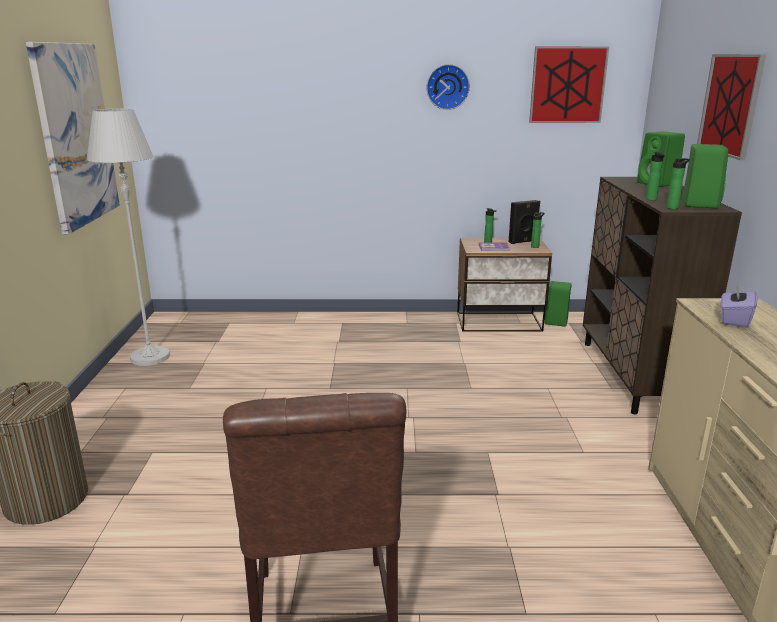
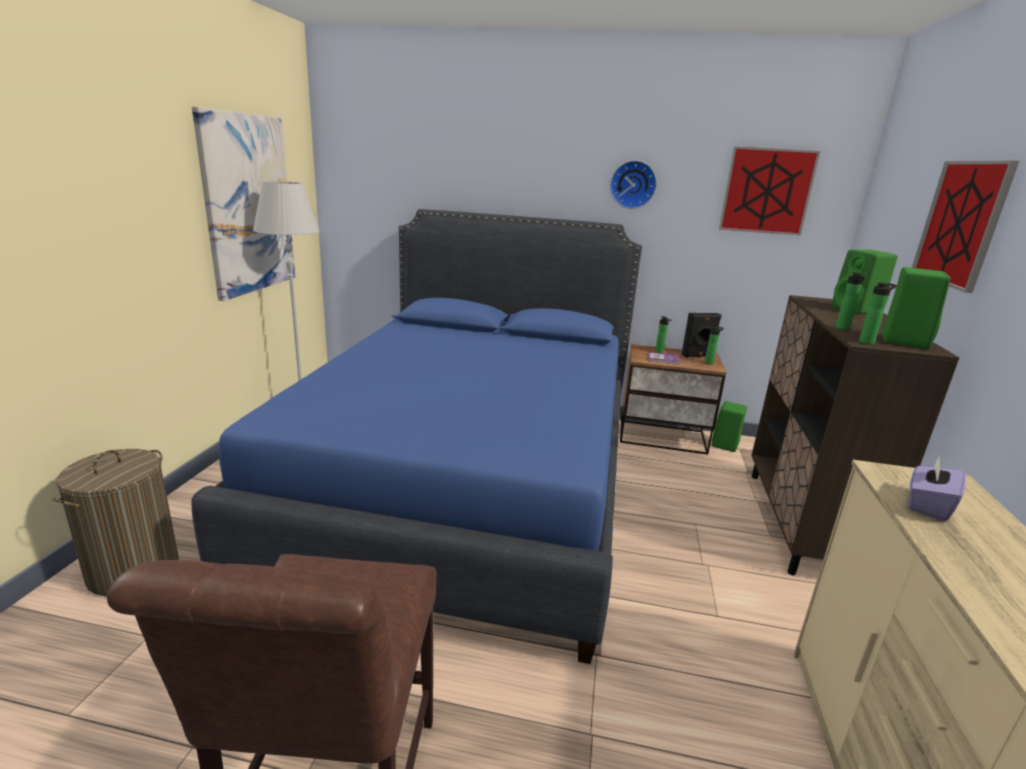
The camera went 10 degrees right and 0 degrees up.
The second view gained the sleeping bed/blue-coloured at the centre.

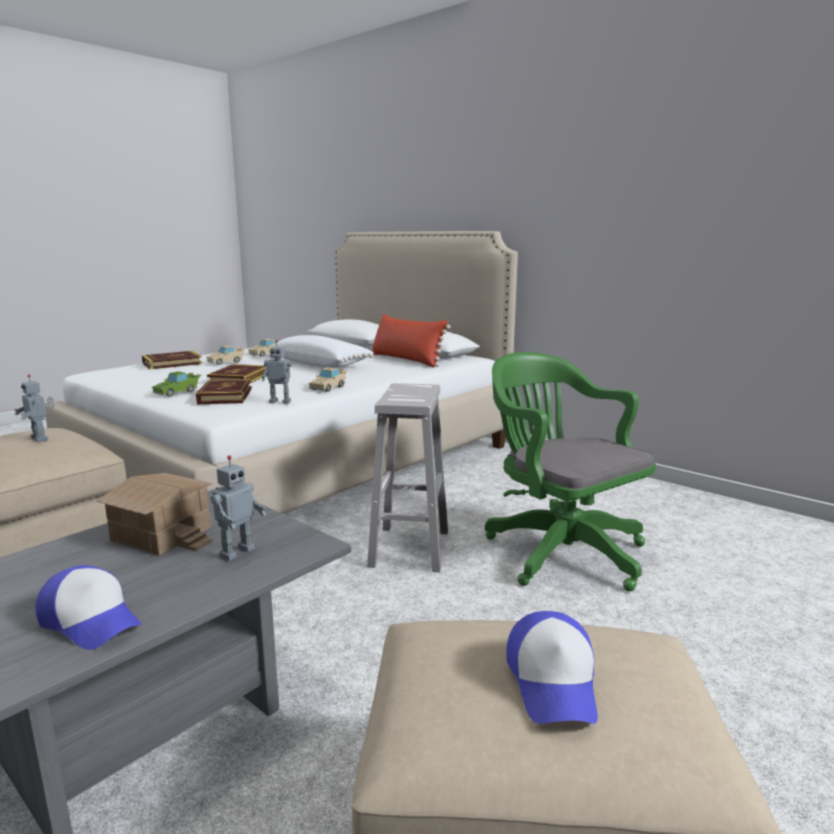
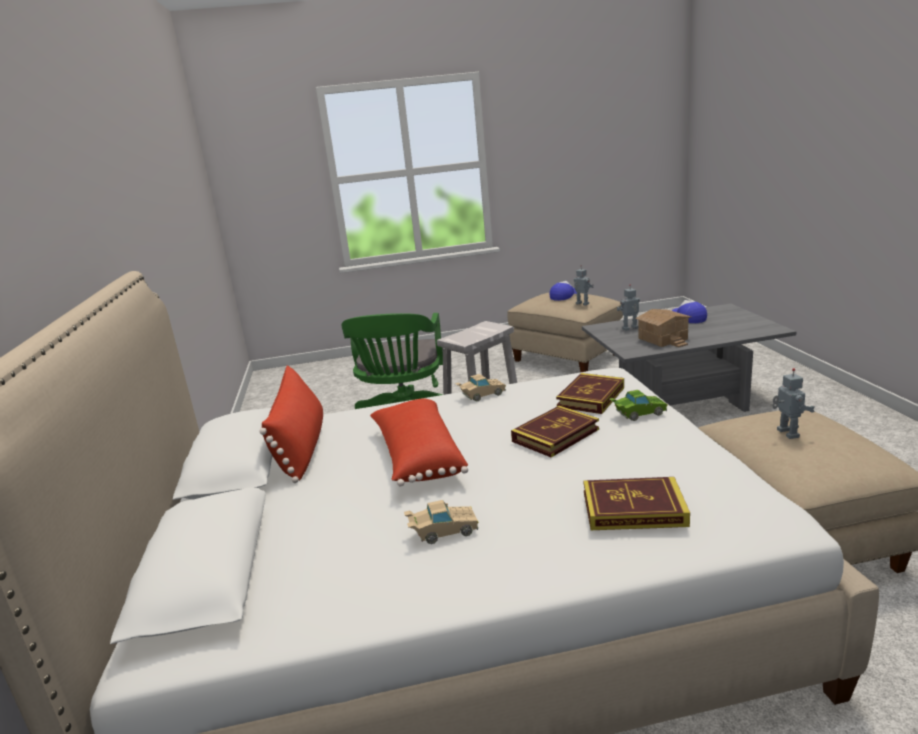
The camera went 140 degrees left and 5 degrees up.
The second view lost the model car/sand-coloured (no. 1 from left) at the middle left.
The robot figure (no. 3 from left in the first image) ended up elsewhere, having gone from the middle left to the centre.
What was the throw pillow/whitish at the centre turned into the throw pillow/red-coloured (no. 2 from left) at the centre.

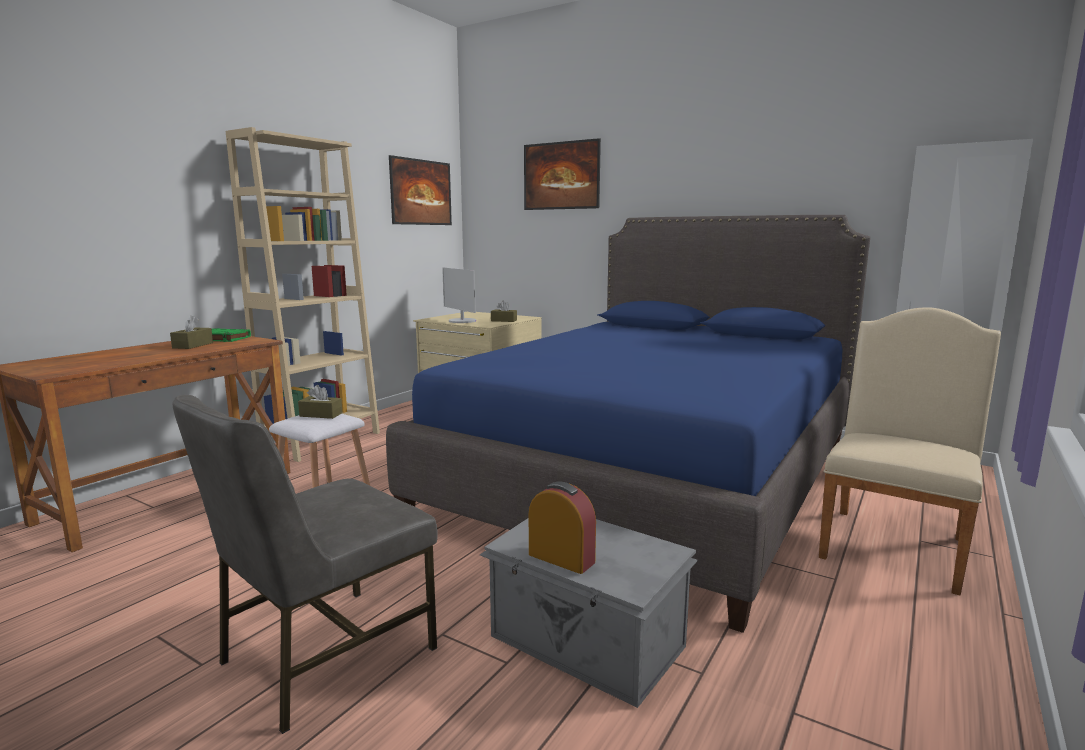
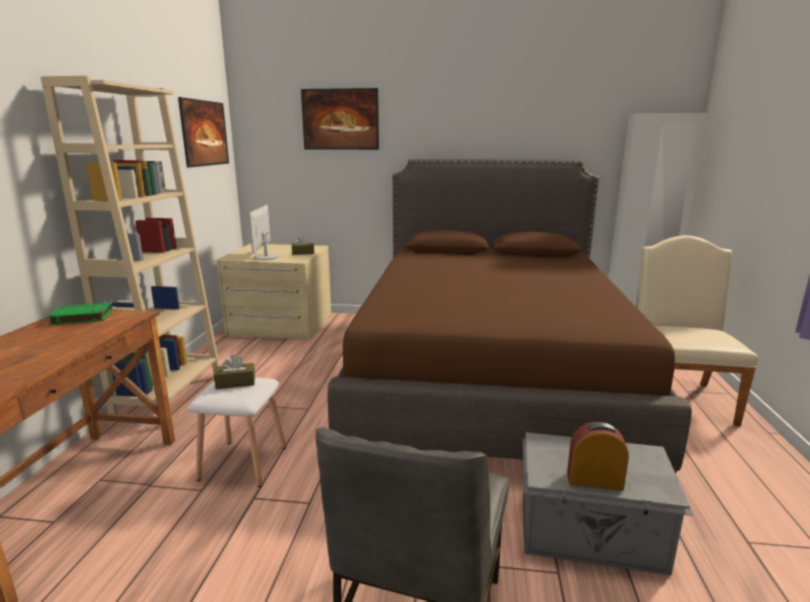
The camera went 25 degrees left and 5 degrees up.
The second view lost the tissue holder/brown (no. 1 from left) at the middle left.
What was the sleeping bed/blue-coloured at the centre turned into the sleeping bed/brown at the centre.
The computer display at the centre ended up facing another way, 60 degrees clockwise from before.

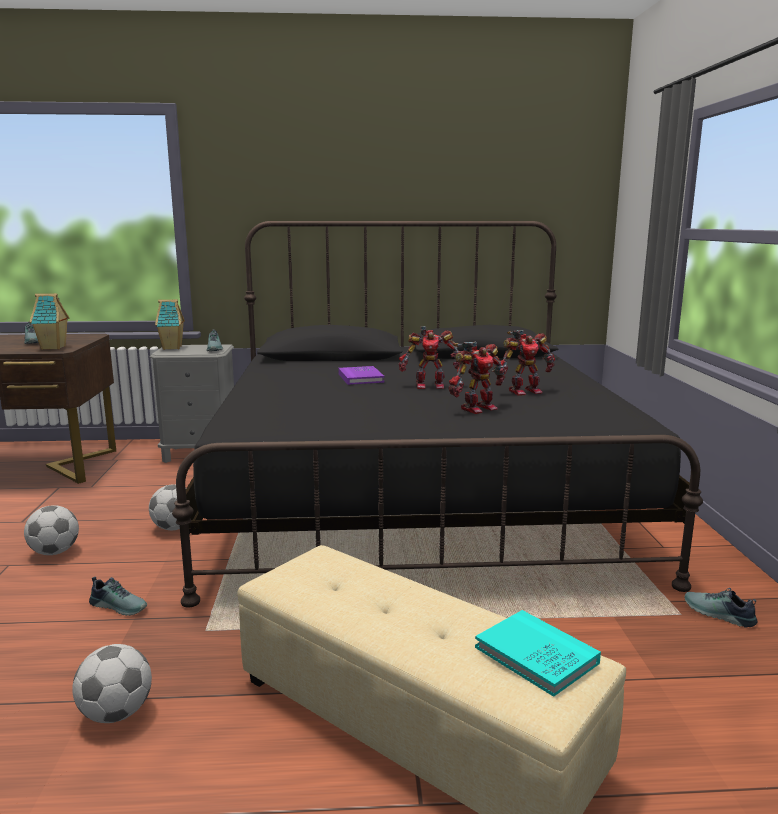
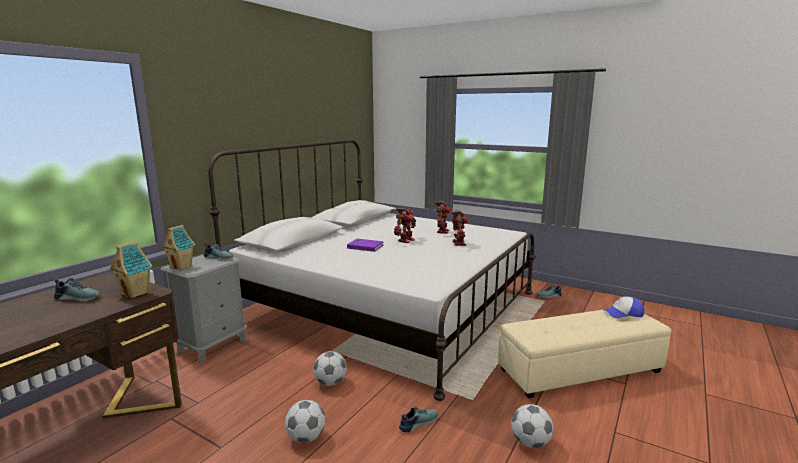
The camera went 55 degrees left and 0 degrees up.
What was the sleeping bed/black-coloured at the centre turned into the sleeping bed/whitish at the centre.
Where the book/blue-green stood at the bottom right, the cap came to stand at the middle right.

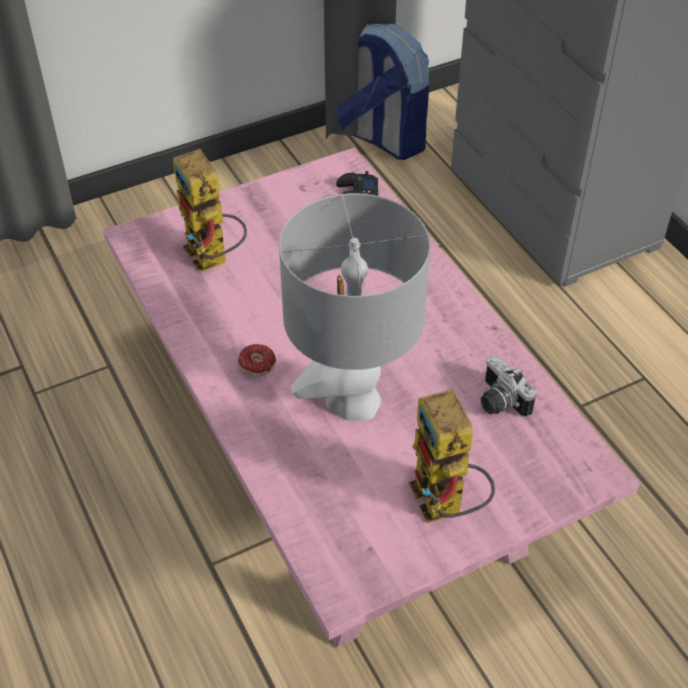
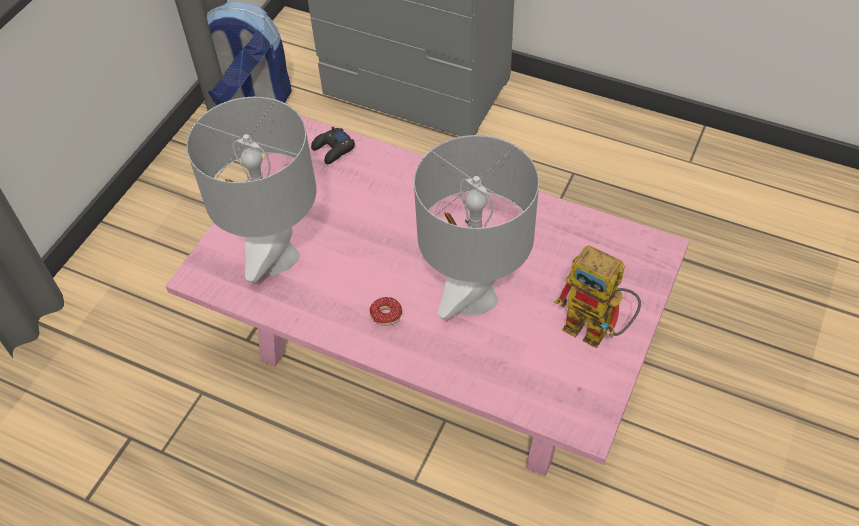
The camera went 35 degrees left and 5 degrees up.
Where the robot figure (no. 1 from left) stood at the top left, the lamp for a table/gray (no. 1 from left) came to stand at the middle left.
The second view lost the photo camera at the middle right.

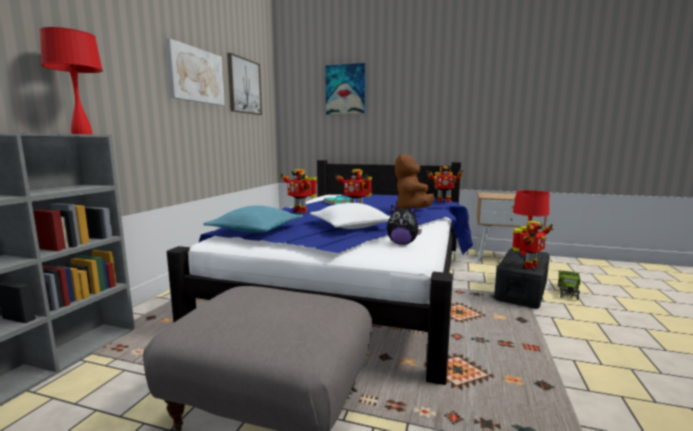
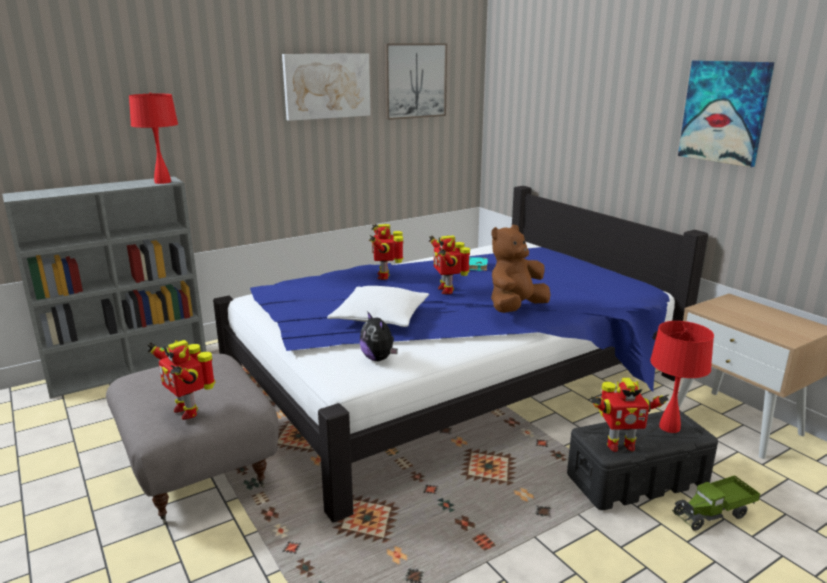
The camera went 40 degrees right and 10 degrees up.
The second view lost the throw pillow/blue-green at the centre.
The picture (no. 3 from left) ended up elsewhere, having gone from the top centre to the top right.
The robot figure (no. 3 from left in the first image) ended up elsewhere, having gone from the centre to the middle left.

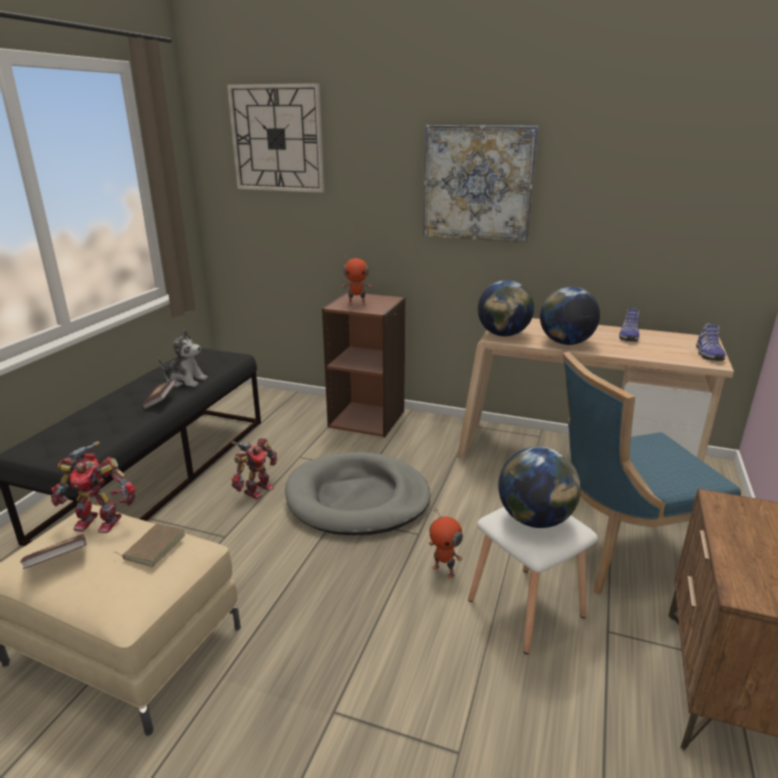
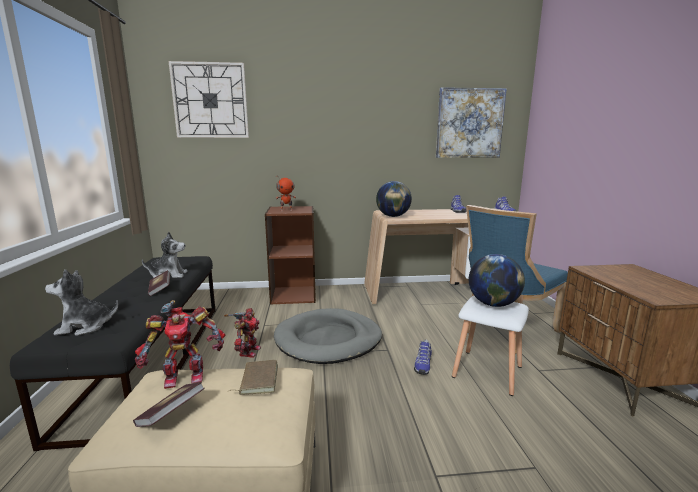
The camera went 25 degrees left and 10 degrees down.
The picture ended up elsewhere, having gone from the top centre to the top right.
Where the robot figure (no. 4 from left) stood at the bottom centre, the low shoe (no. 1 from left) came to stand at the bottom centre.
The second view lost the globe (no. 3 from left) at the middle right.
The second view gained the plush toy (no. 1 from left) at the middle left.

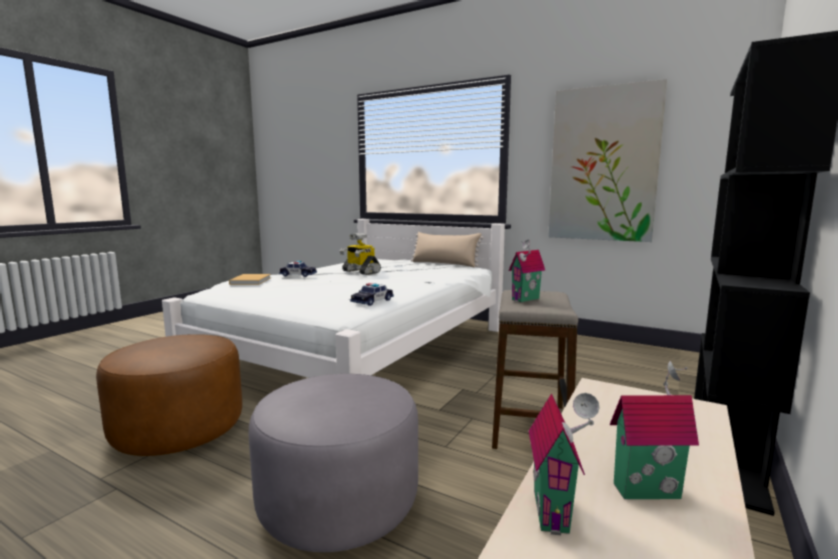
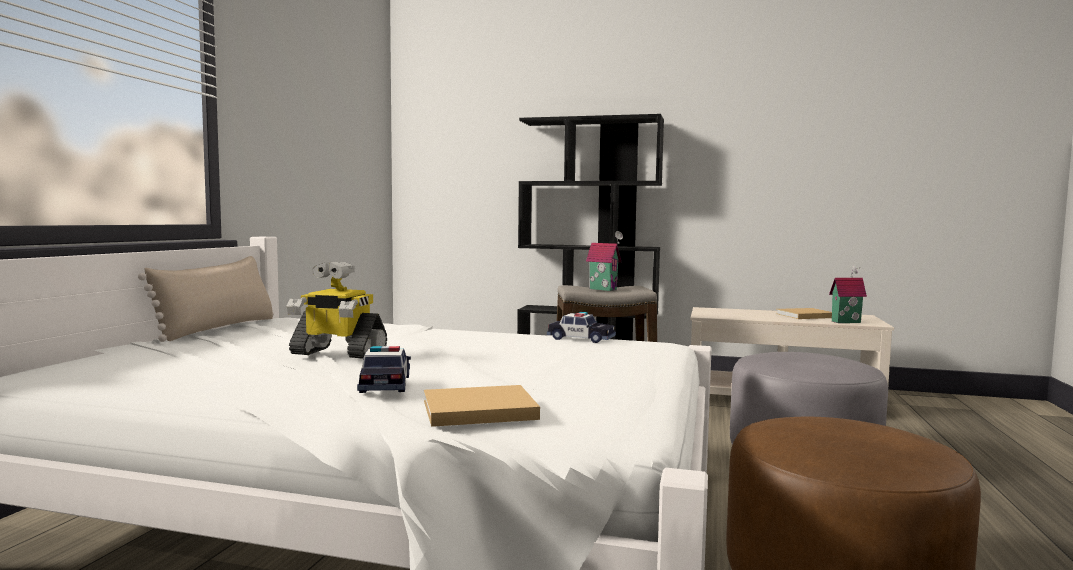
The camera went 105 degrees left and 5 degrees down.
The robot figure at the centre ended up facing another way, 75 degrees clockwise from before.
The second view lost the picture at the top right.
Where the toy house (no. 3 from left) stood at the bottom right, the book/sand-coloured (no. 2 from left) came to stand at the middle right.

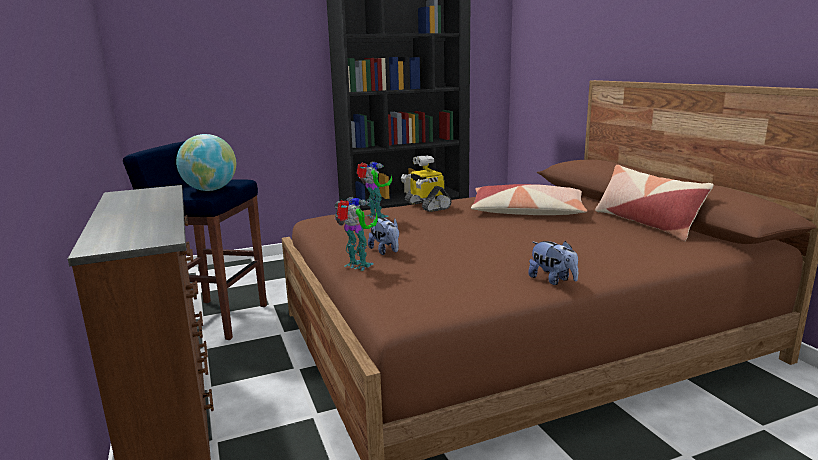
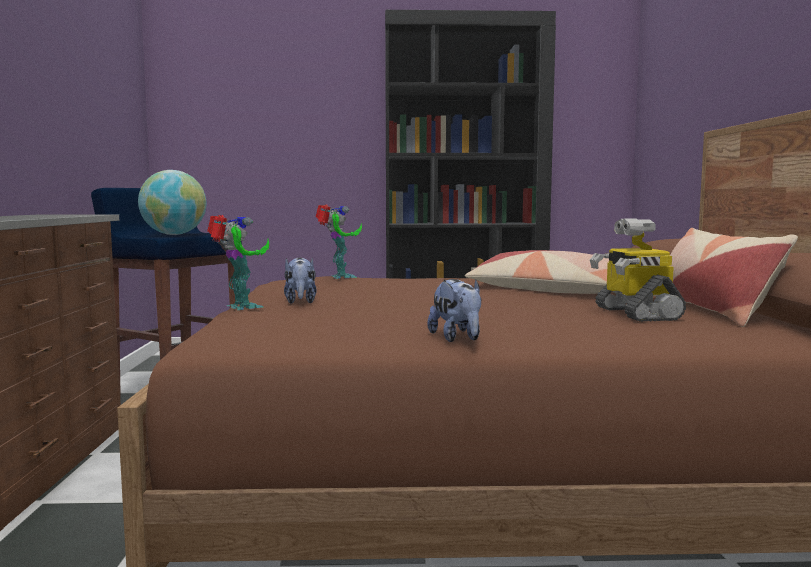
The camera went 20 degrees right and 10 degrees down.
The robot figure (no. 3 from left) ended up elsewhere, having gone from the centre to the middle right.

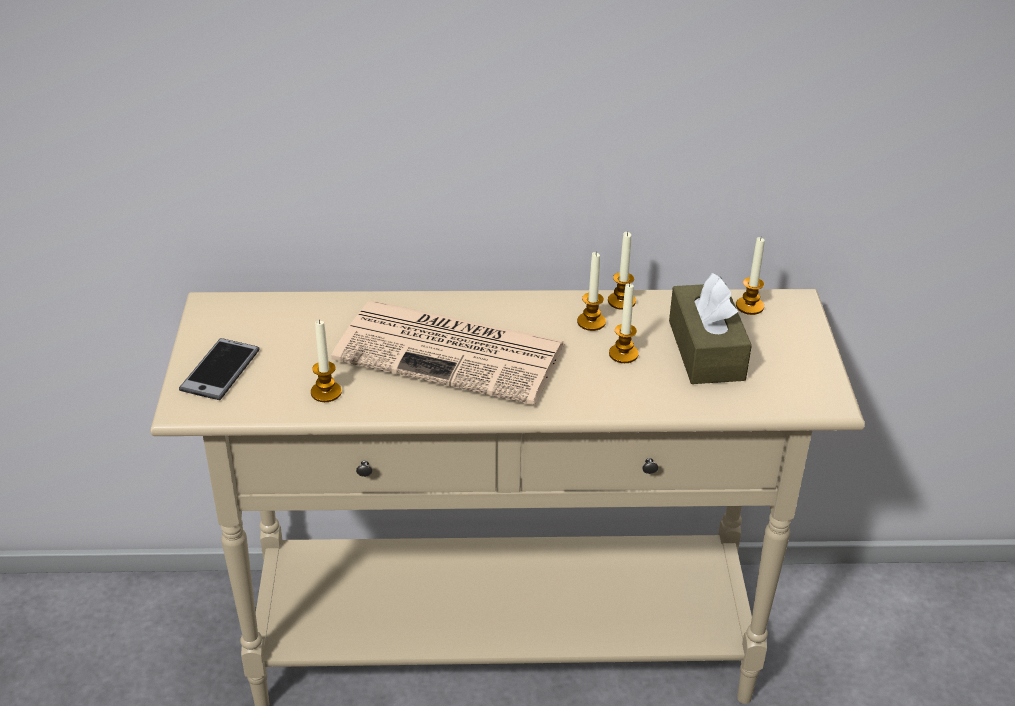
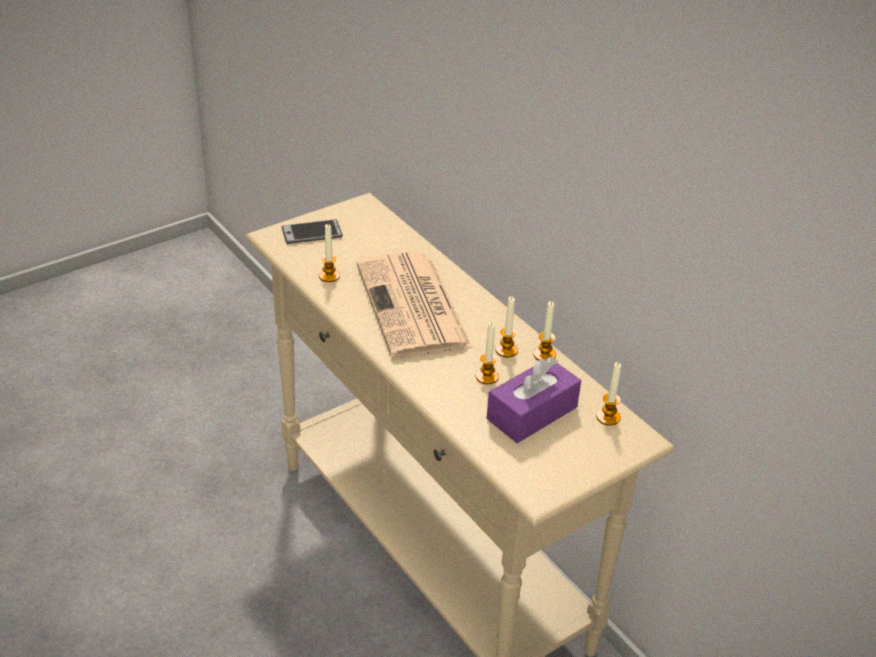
The camera went 55 degrees right and 0 degrees up.
What was the tissue holder/brown at the middle right turned into the tissue holder/purple-coloured at the centre.

